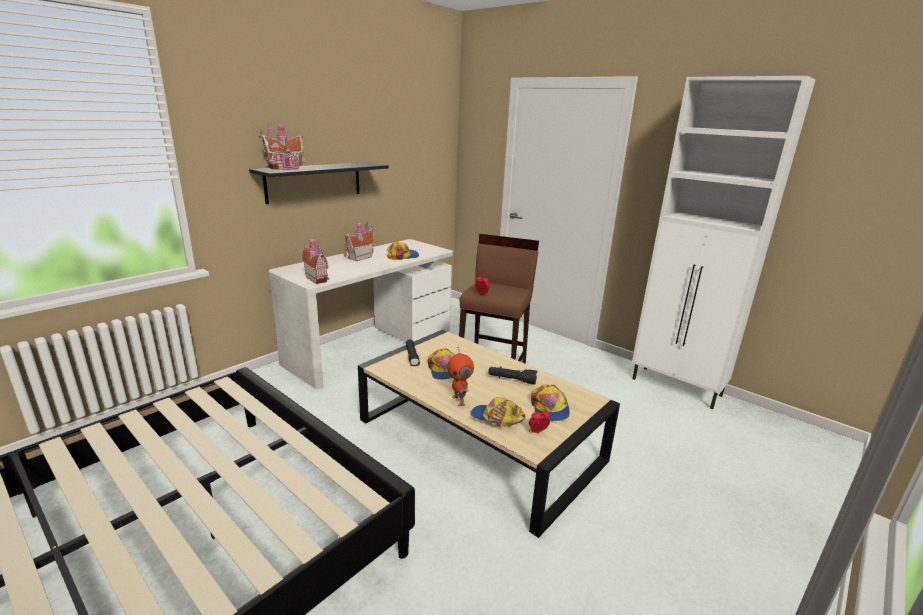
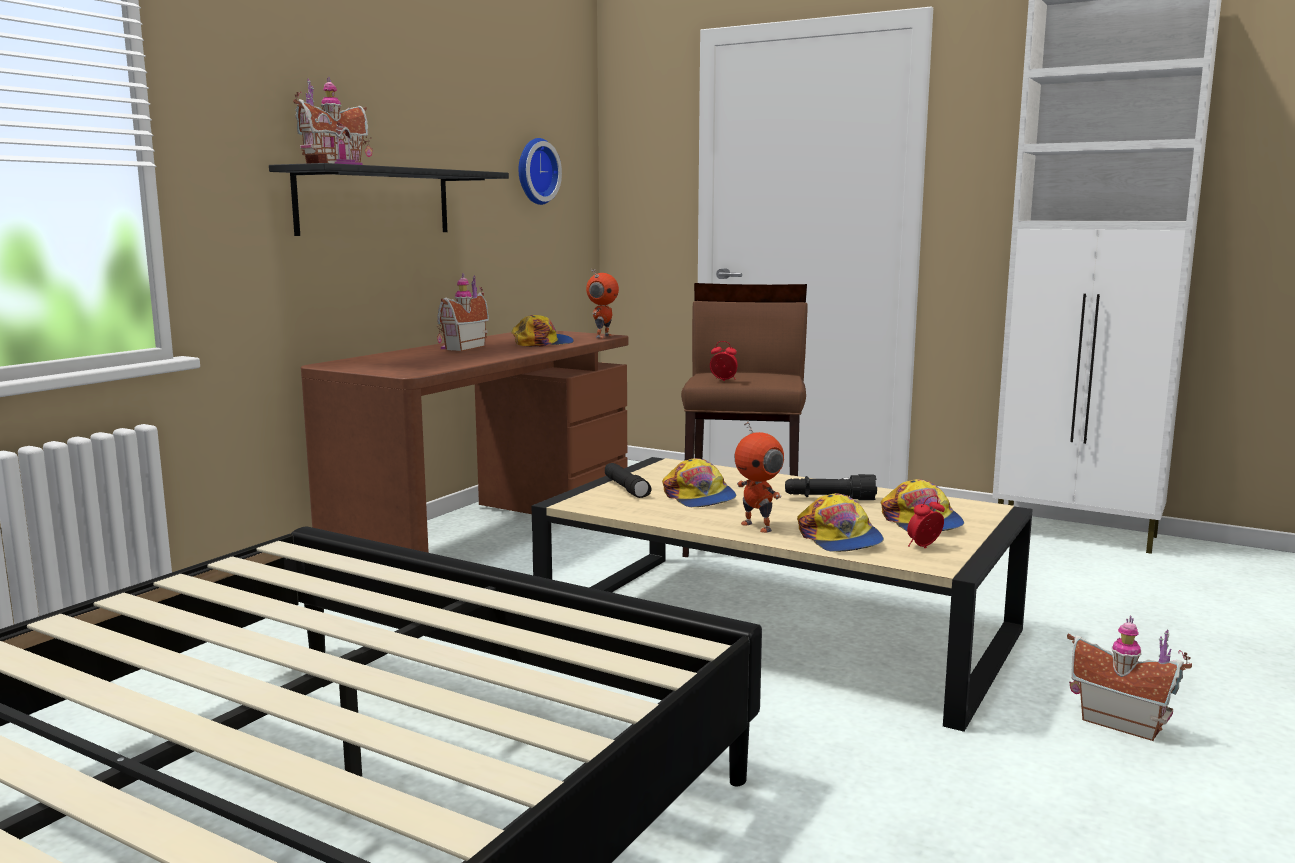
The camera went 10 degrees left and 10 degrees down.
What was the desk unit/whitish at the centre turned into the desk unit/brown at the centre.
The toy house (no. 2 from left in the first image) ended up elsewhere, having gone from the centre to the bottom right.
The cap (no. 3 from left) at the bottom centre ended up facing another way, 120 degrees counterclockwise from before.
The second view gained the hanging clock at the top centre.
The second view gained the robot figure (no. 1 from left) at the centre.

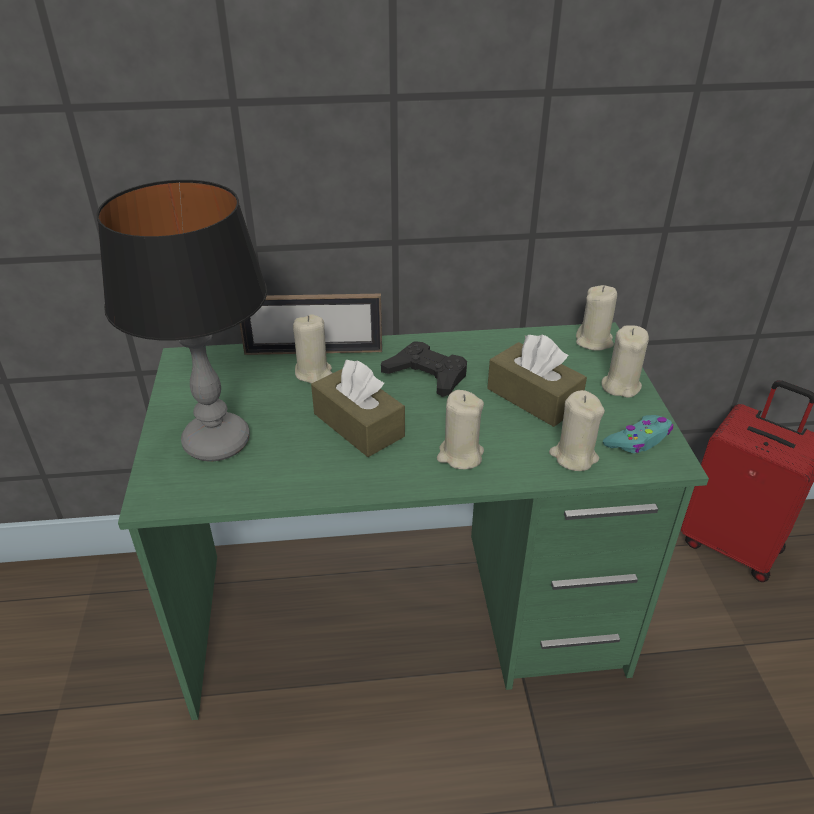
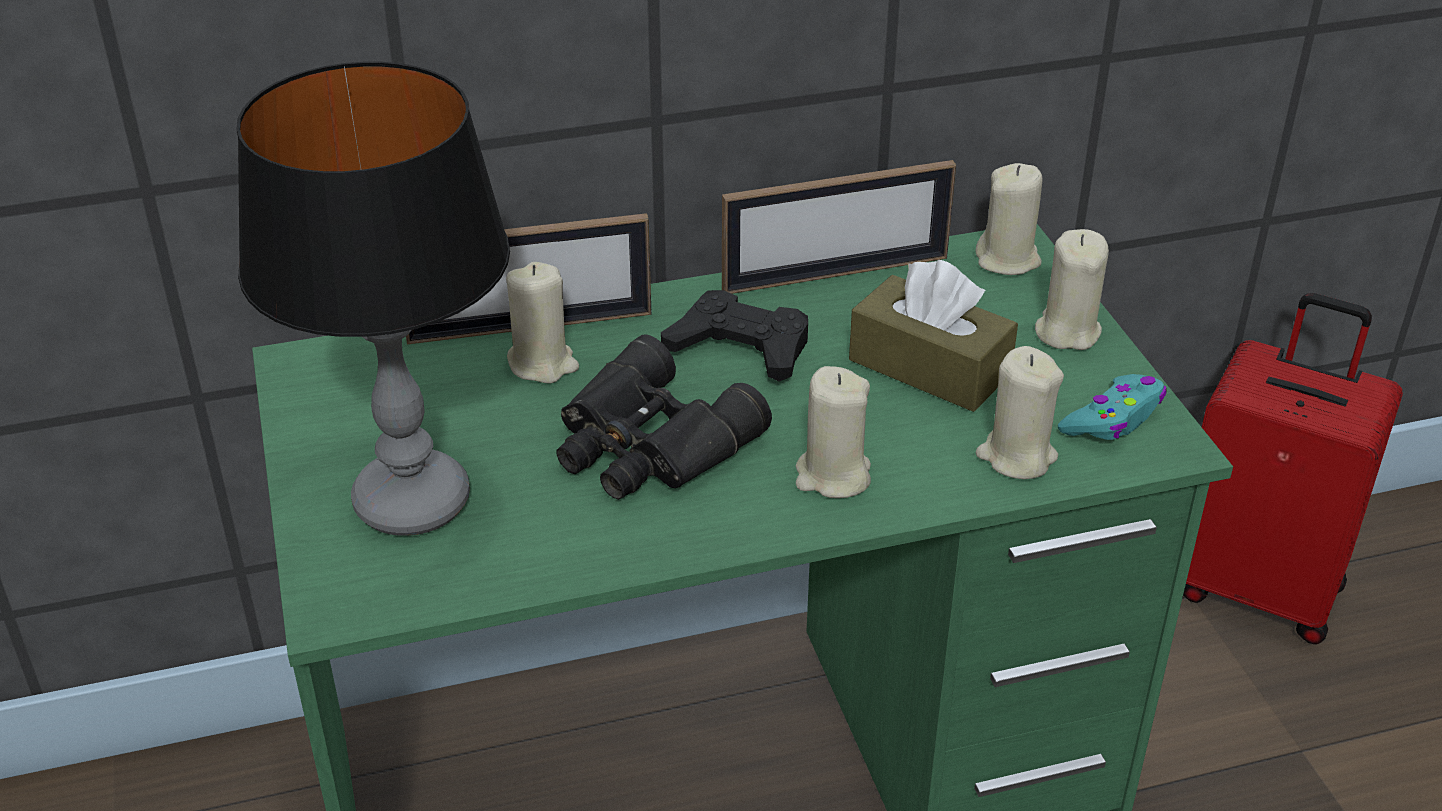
The camera went 10 degrees left and 0 degrees up.
Where the tissue holder/brown (no. 1 from left) stood at the centre, the binoculars/black-coloured came to stand at the centre.
The second view gained the picture frame (no. 2 from left) at the top centre.

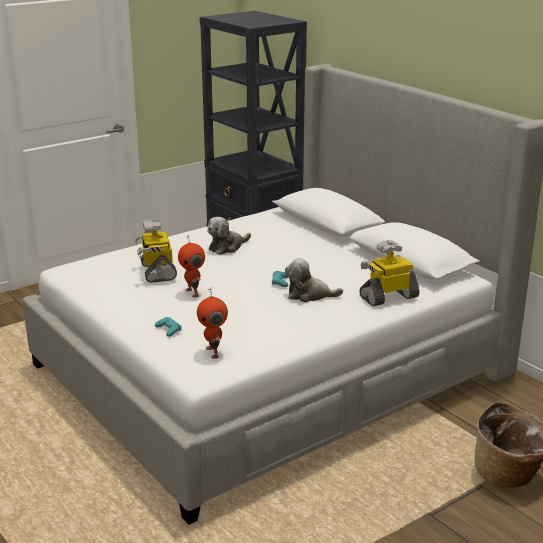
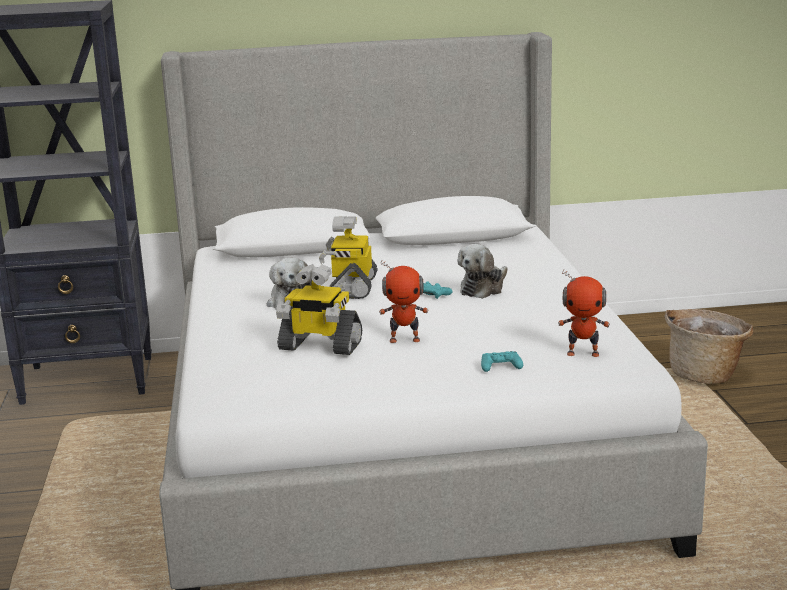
The camera went 60 degrees left and 5 degrees down.
The robot figure (no. 4 from left in the first image) ended up elsewhere, having gone from the middle right to the centre.

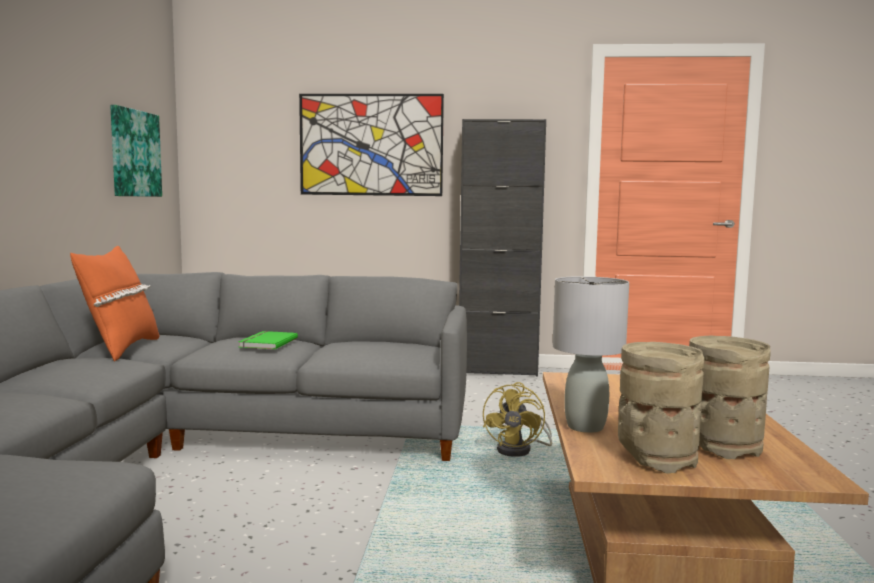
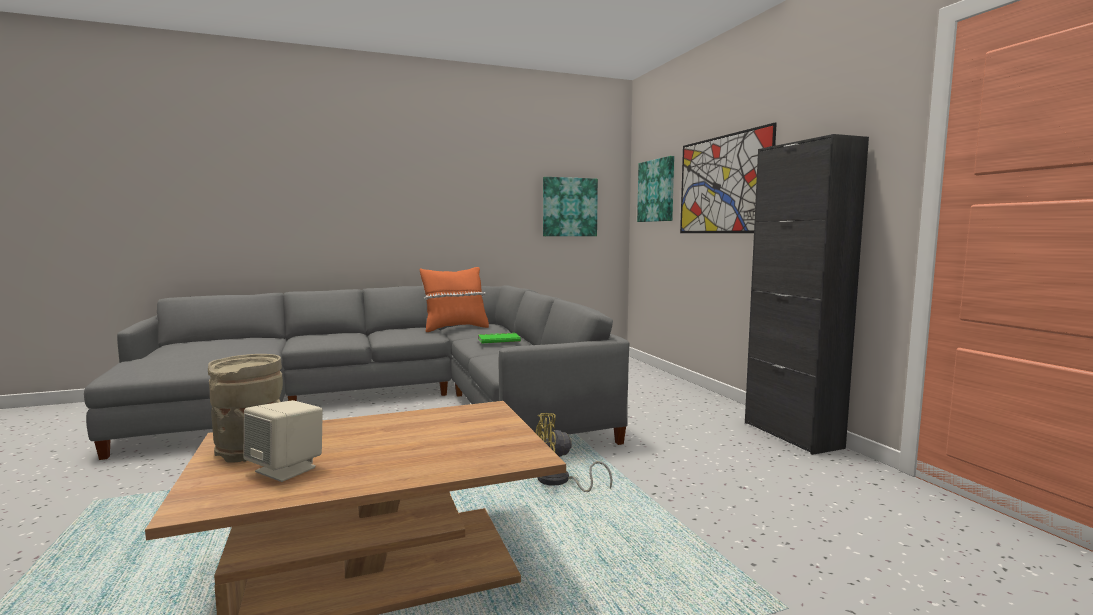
The camera went 65 degrees right and 0 degrees up.
The second view lost the lamp for a table/gray at the middle right.
Where the decorative vase/sand-coloured (no. 2 from left) stood at the bottom right, the audio speaker/sand-coloured came to stand at the bottom left.
The second view gained the picture (no. 2 from left) at the top centre.

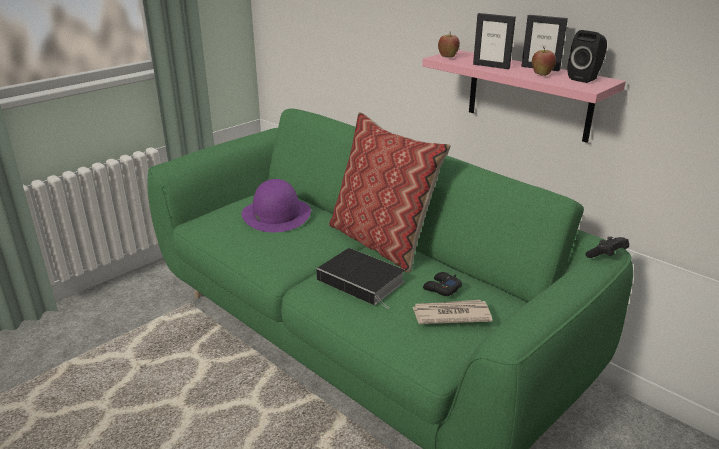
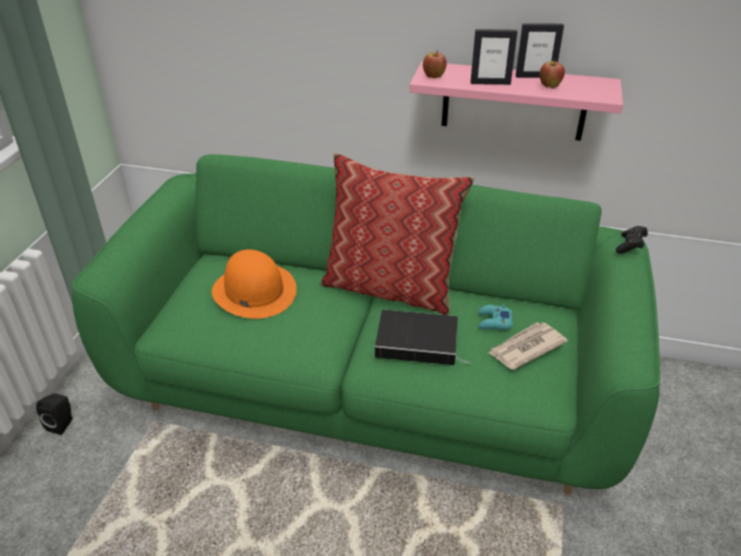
The camera went 30 degrees left and 10 degrees up.
What was the wearable hat/purple-coloured at the centre turned into the wearable hat/orangey at the centre.
What was the joypad/black-coloured (no. 1 from left) at the centre turned into the joypad/blue-green at the middle right.
The audio speaker/black-coloured ended up elsewhere, having gone from the top right to the bottom left.

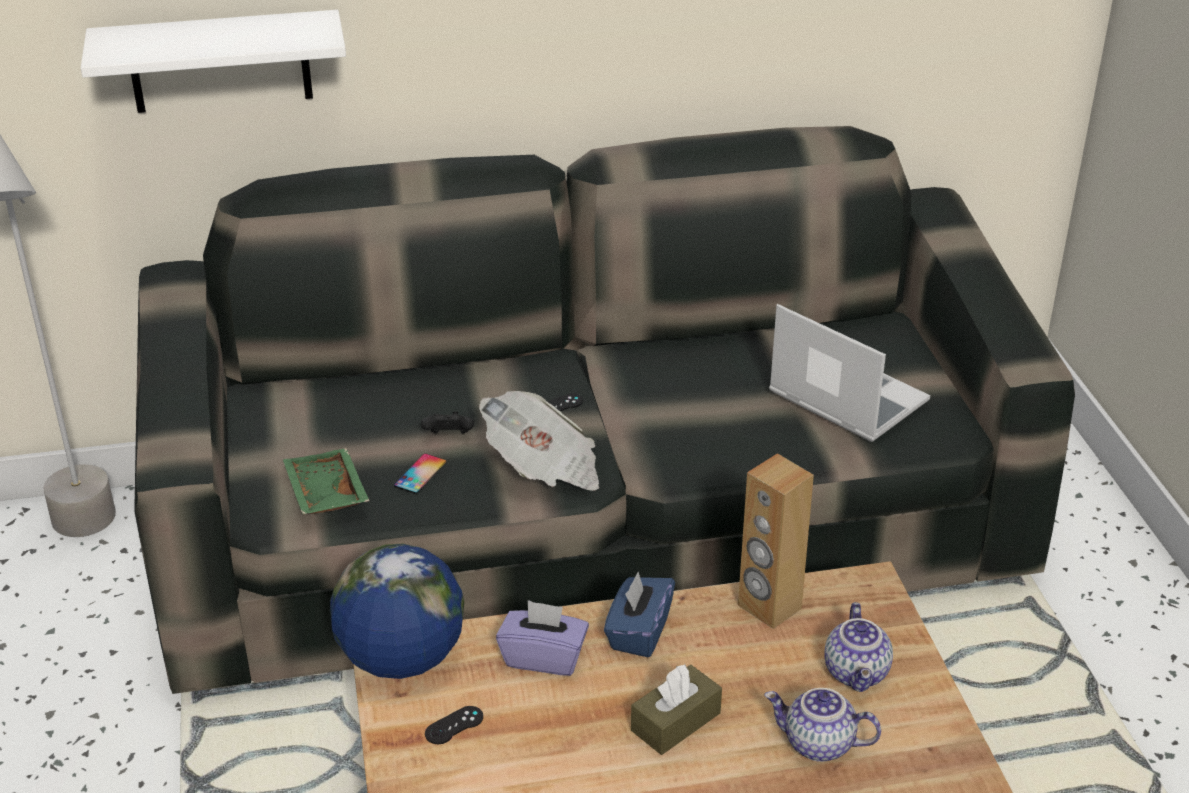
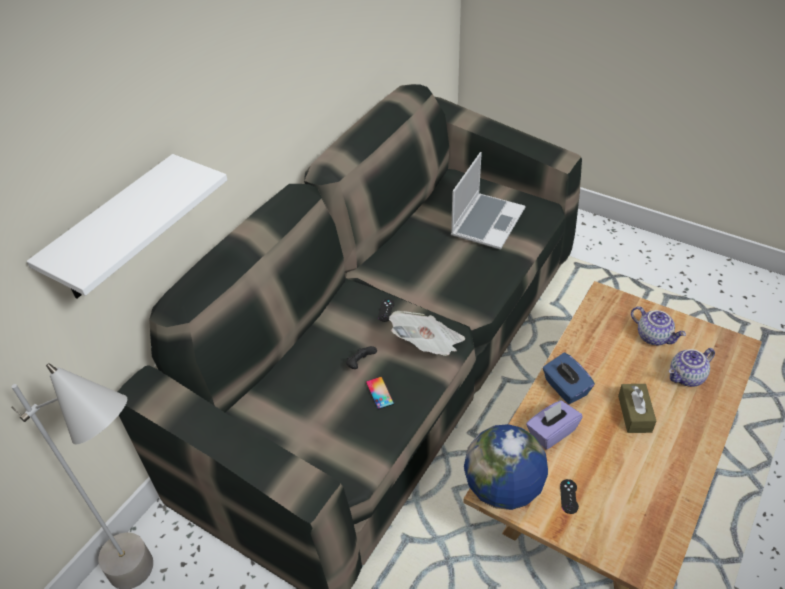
The camera went 45 degrees left and 10 degrees up.
The second view lost the carrying tray/green at the middle left.
The second view lost the audio speaker/brown at the bottom centre.
The laptop at the middle right ended up facing another way, 120 degrees clockwise from before.

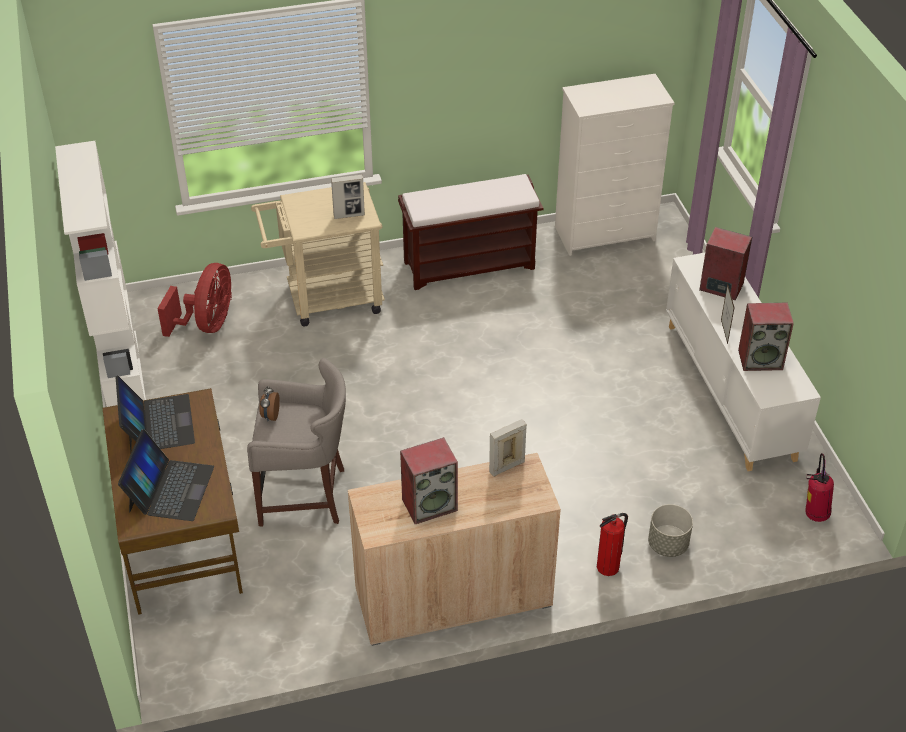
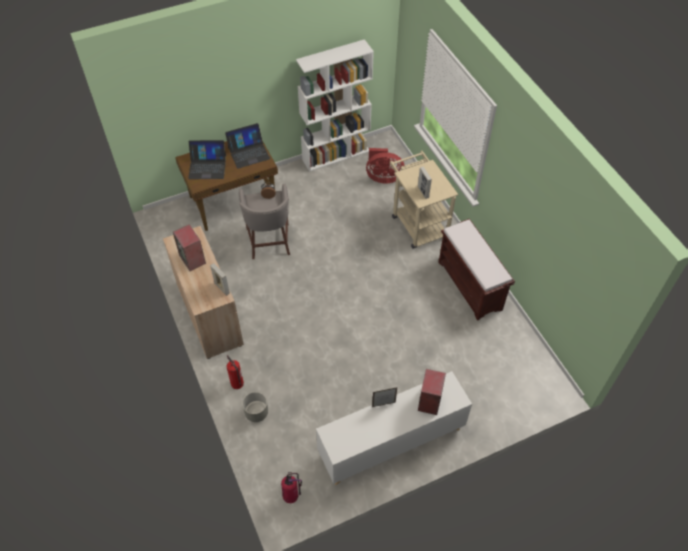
The camera went 80 degrees right and 10 degrees up.
The second view lost the drawer chest/whitish at the top right.
The second view lost the audio speaker (no. 3 from left) at the middle right.

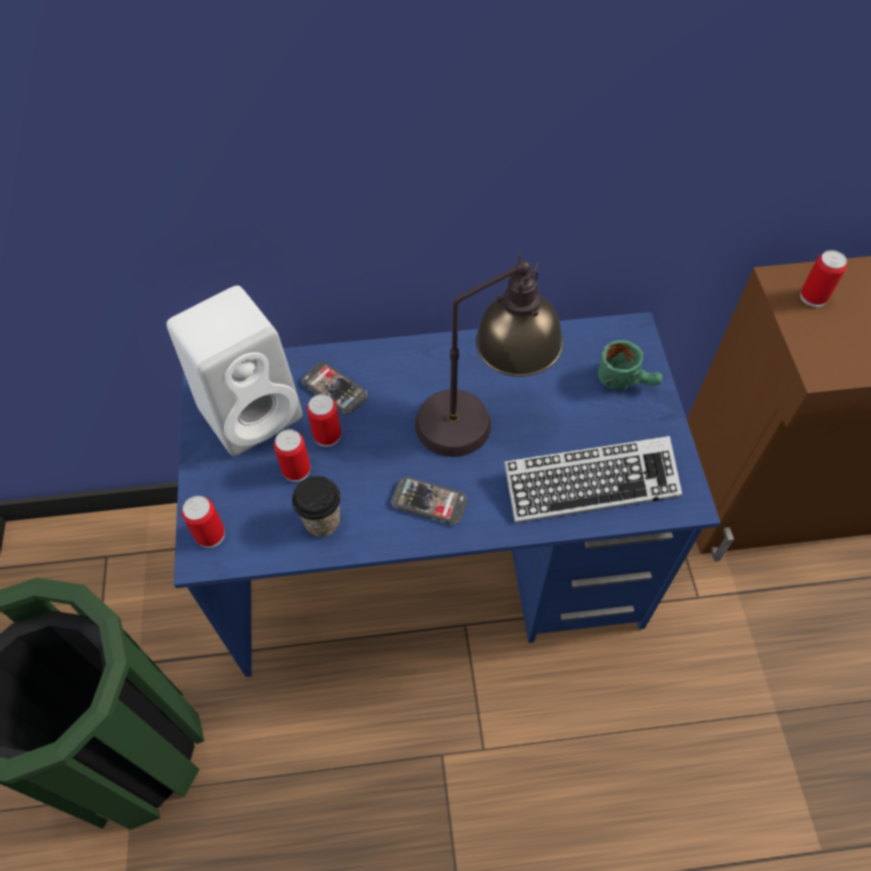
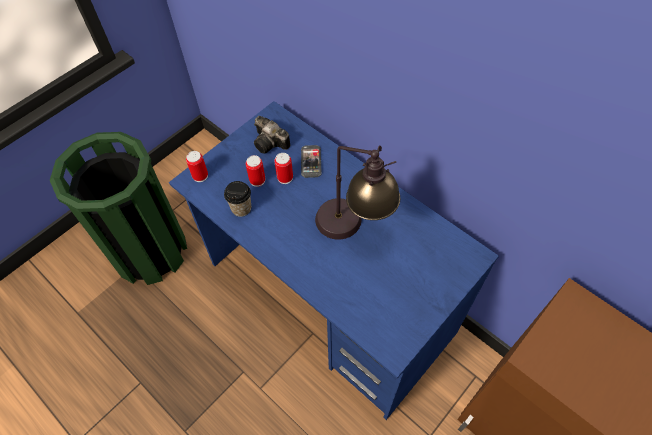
The camera went 50 degrees right and 0 degrees up.
Where the audio speaker/whitish stood at the middle left, the photo camera came to stand at the top centre.
The second view lost the handset (no. 2 from left) at the centre.
The second view lost the PC keyboard at the middle right.
The second view lost the mug/green at the middle right.
The second view lost the metal can (no. 4 from left) at the top right.

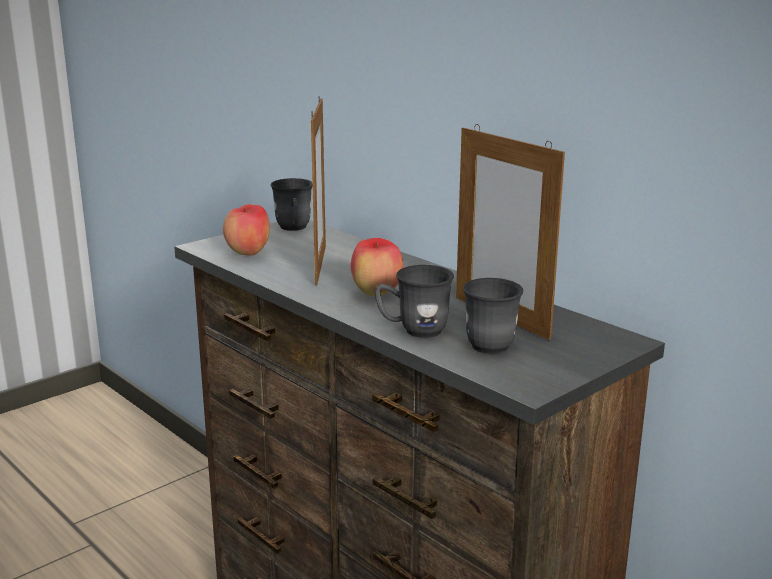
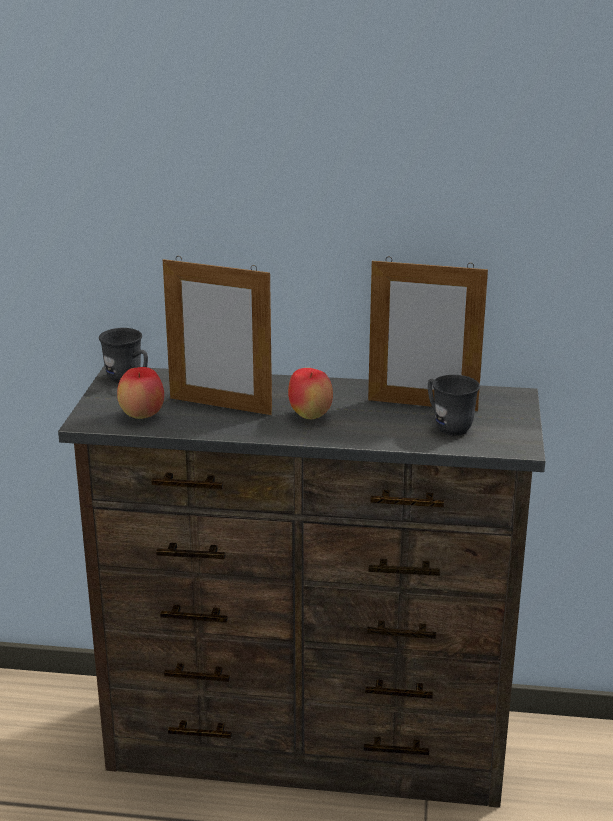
The camera went 40 degrees left and 5 degrees up.
The picture frame (no. 1 from left) at the top centre ended up facing another way, 150 degrees clockwise from before.
The second view lost the mug/gray (no. 2 from left) at the centre.

